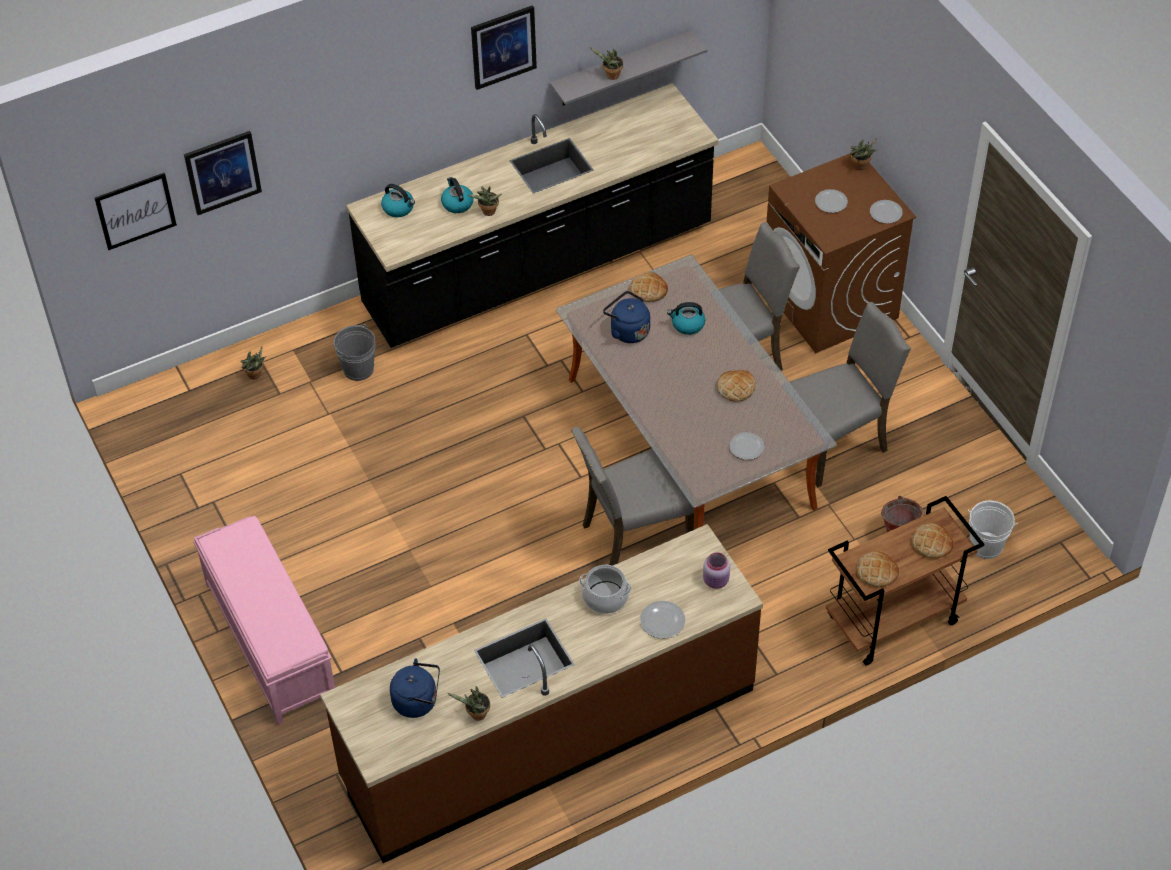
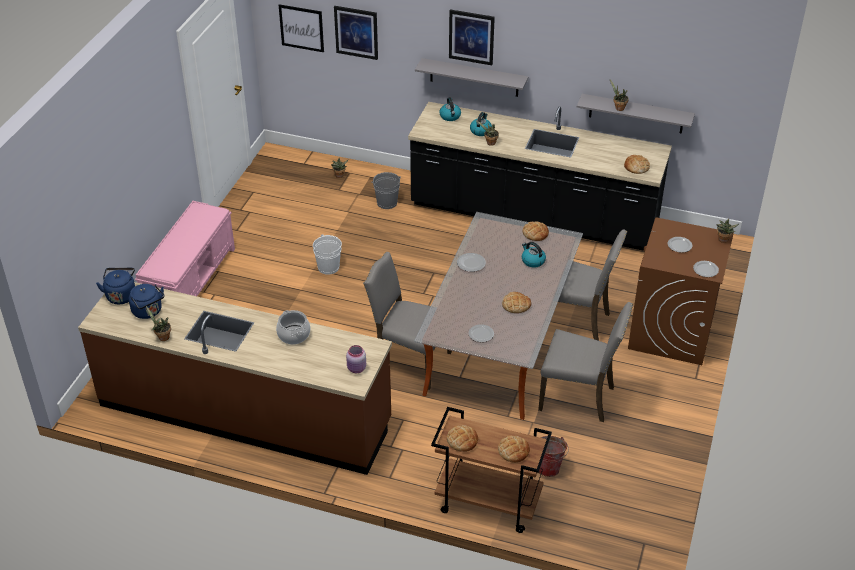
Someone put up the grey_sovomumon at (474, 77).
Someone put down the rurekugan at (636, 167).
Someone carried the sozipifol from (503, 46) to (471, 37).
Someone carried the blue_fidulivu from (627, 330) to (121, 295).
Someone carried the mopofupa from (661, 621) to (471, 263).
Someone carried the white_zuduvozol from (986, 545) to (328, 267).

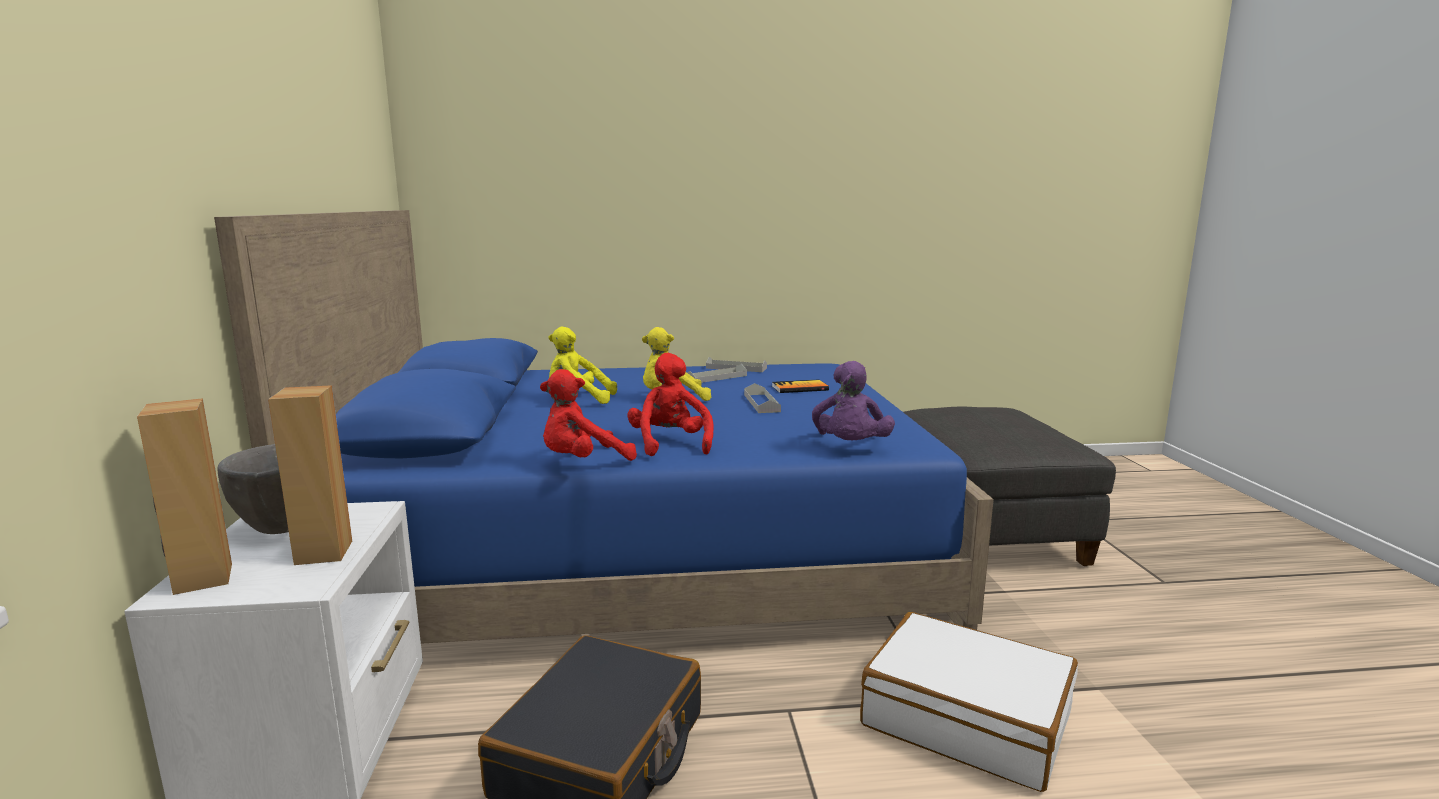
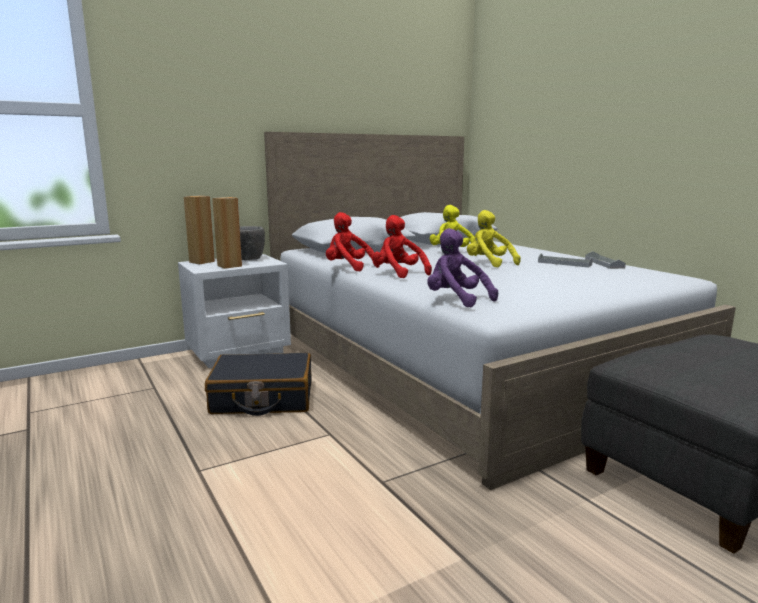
Someone took away the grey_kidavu at (761, 403).
Someone took away the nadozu at (799, 388).
Someone took away the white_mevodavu at (966, 719).
Someone repainted the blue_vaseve at (646, 547), which became the white_vaseve at (464, 362).
Someone rotated the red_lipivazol at (670, 444) by 90 degrees counterclockwise.
Someone rotated the purple_lipivazol at (850, 447) by 60 degrees clockwise.

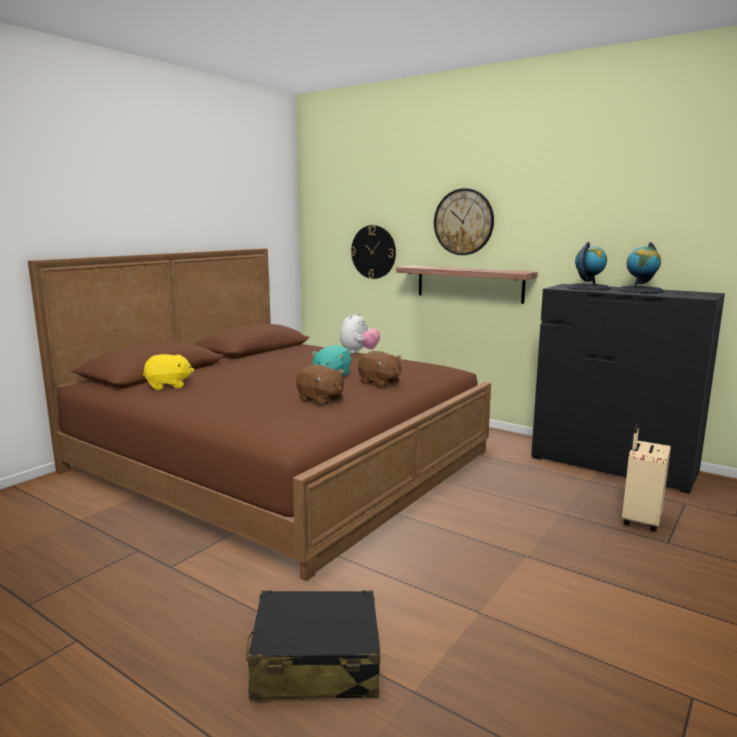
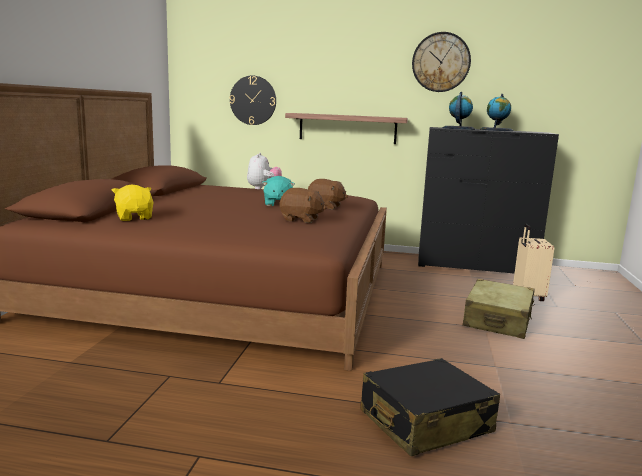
Someone put down the beige_mevodavu at (497, 320).
Someone carried the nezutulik from (463, 222) to (441, 62).
Someone rotated the yellow_lipivazol at (168, 386) by 75 degrees counterclockwise.

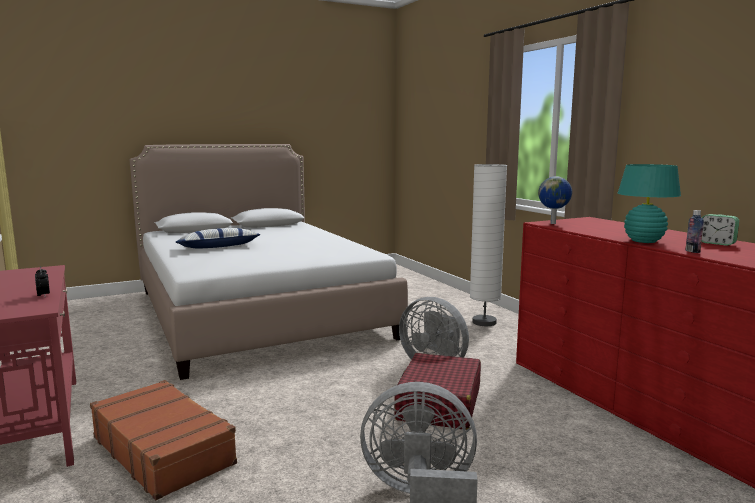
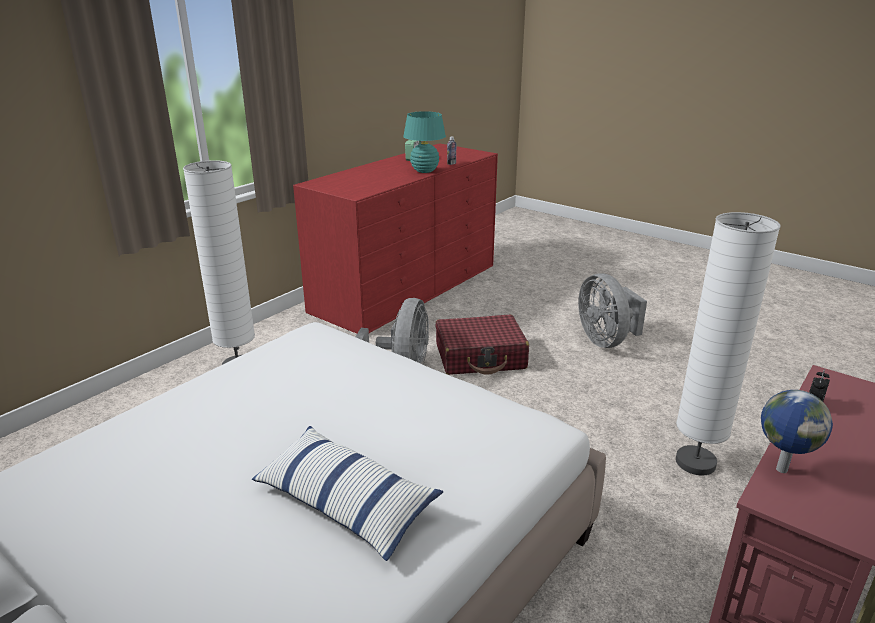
Someone carried the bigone from (553, 223) to (781, 469).
Someone swapped the brown_mevodavu at (163, 450) for the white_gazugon at (695, 463).

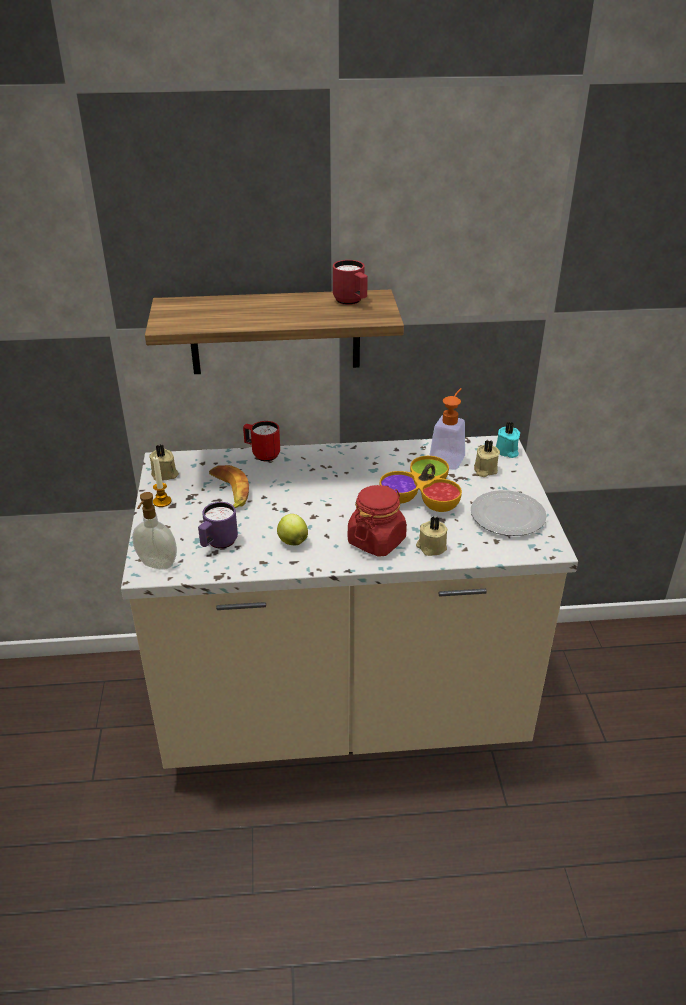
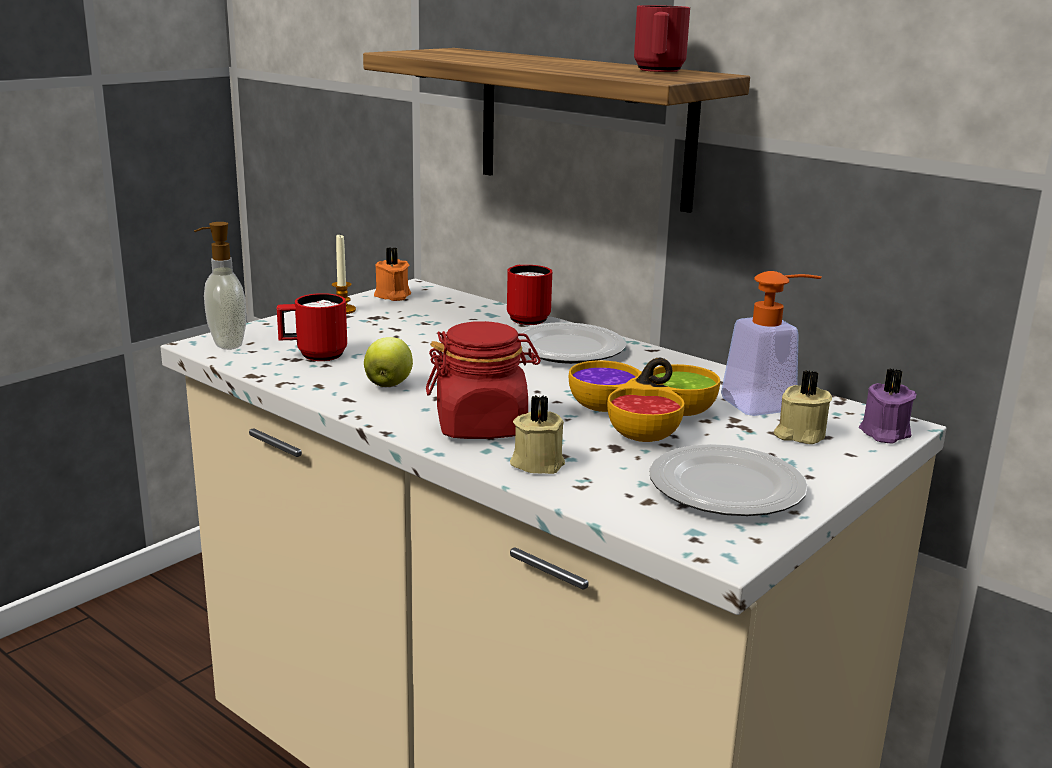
Someone took away the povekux at (227, 493).
Someone put down the mopofupa at (567, 350).
Someone repainted the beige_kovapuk at (165, 475), which became the orange_kovapuk at (392, 296).
Someone repainted the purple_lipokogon at (218, 544), which became the red_lipokogon at (313, 355).
Someone repainted the turquoise_kovapuk at (506, 451), which became the purple_kovapuk at (883, 433).

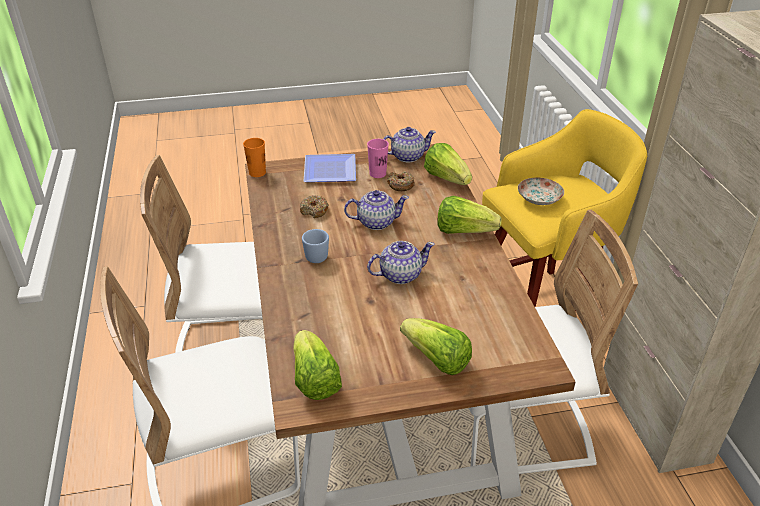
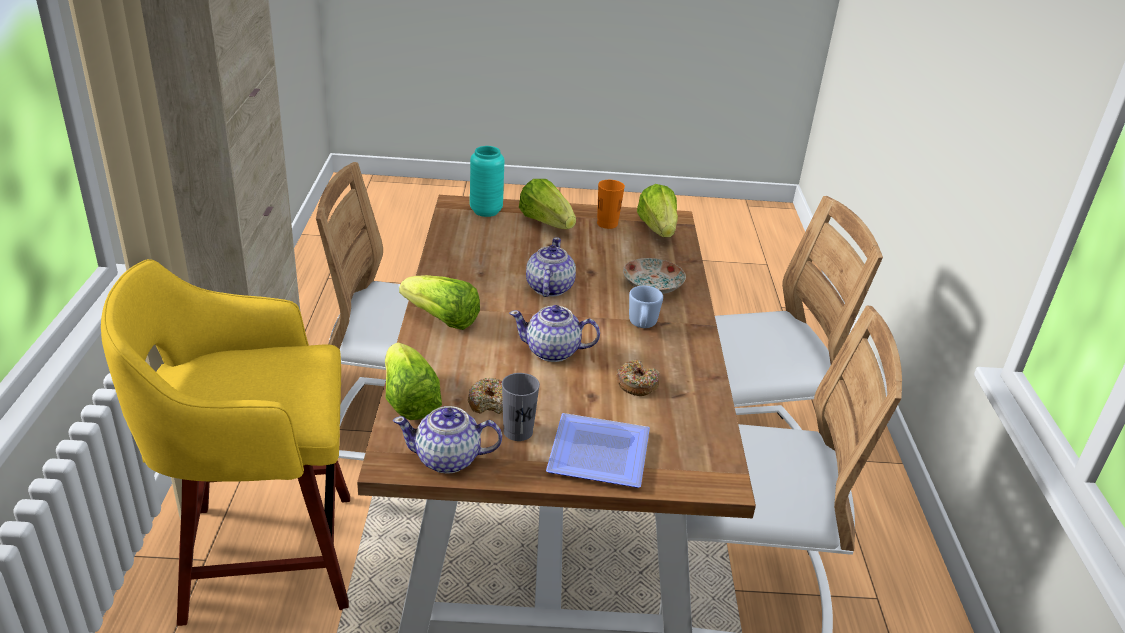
Someone put down the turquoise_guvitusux at (486, 211).
Someone carried the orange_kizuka from (257, 173) to (607, 224).
Someone carried the mopofupa from (539, 199) to (651, 287).
Someone repainted the pink_kizuka at (377, 174), which became the grey_kizuka at (518, 432).
Someone rotated the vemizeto at (400, 275) by 105 degrees clockwise.

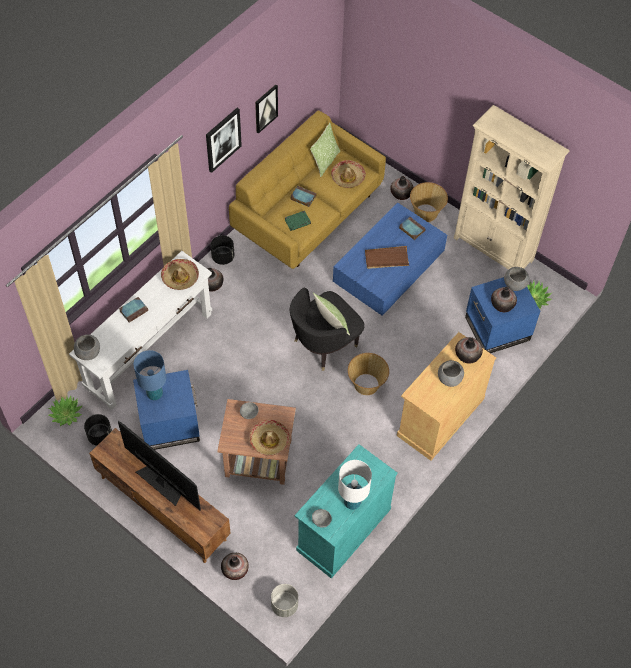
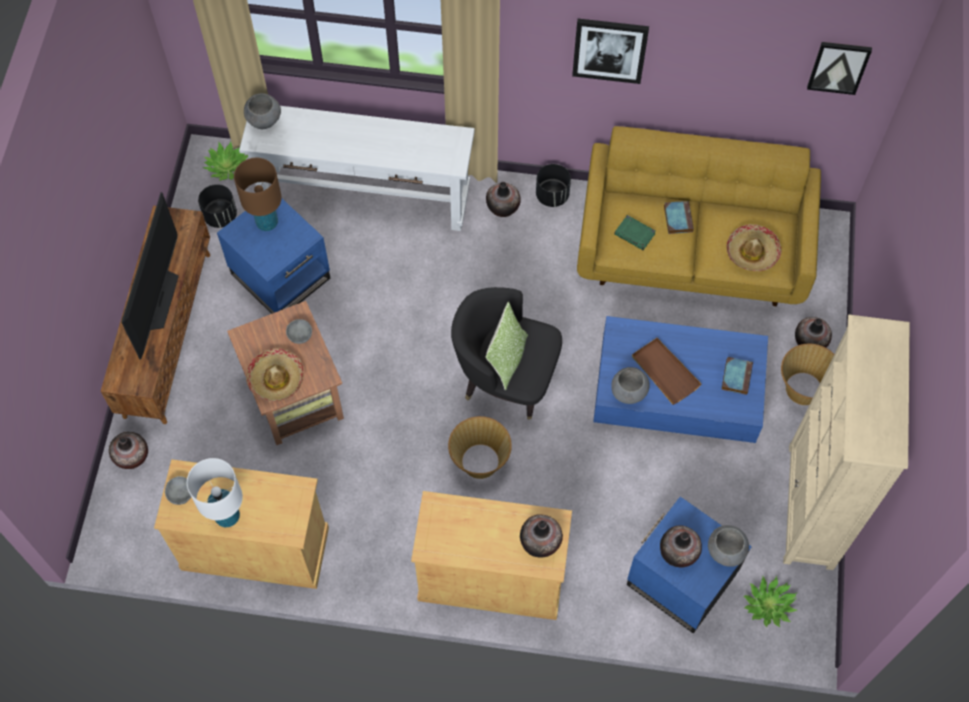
Someone took away the nadozu at (134, 310).
Someone took away the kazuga at (180, 277).
Someone took away the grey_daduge at (284, 605).
Someone took away the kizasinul at (325, 161).
Someone carried the sozipifol from (265, 108) to (838, 67).
Someone carried the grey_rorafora from (449, 379) to (628, 392).
Someone repainted the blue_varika at (155, 394), which became the brown_varika at (267, 223).
Someone repainted the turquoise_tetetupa at (343, 529), which became the beige_tetetupa at (255, 547).

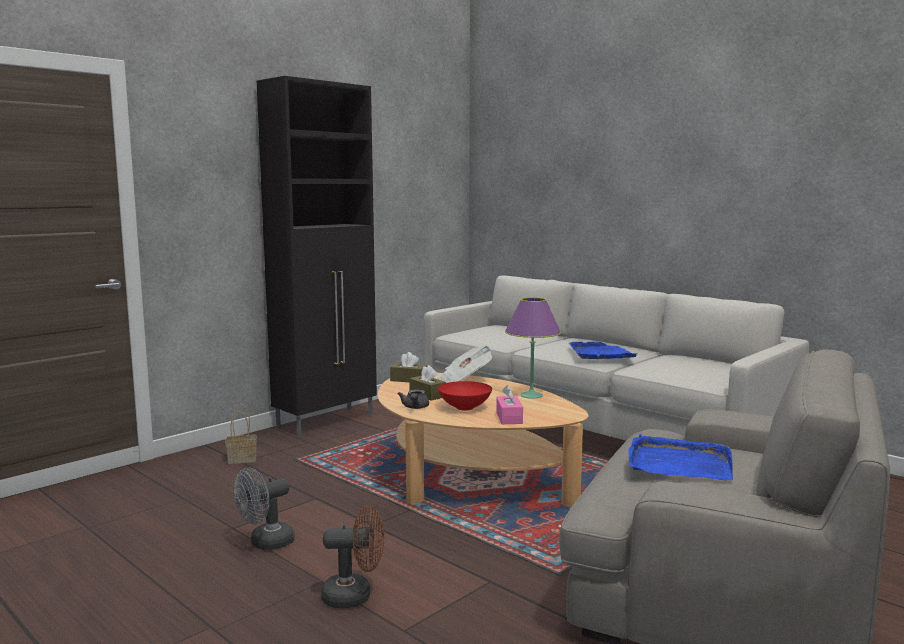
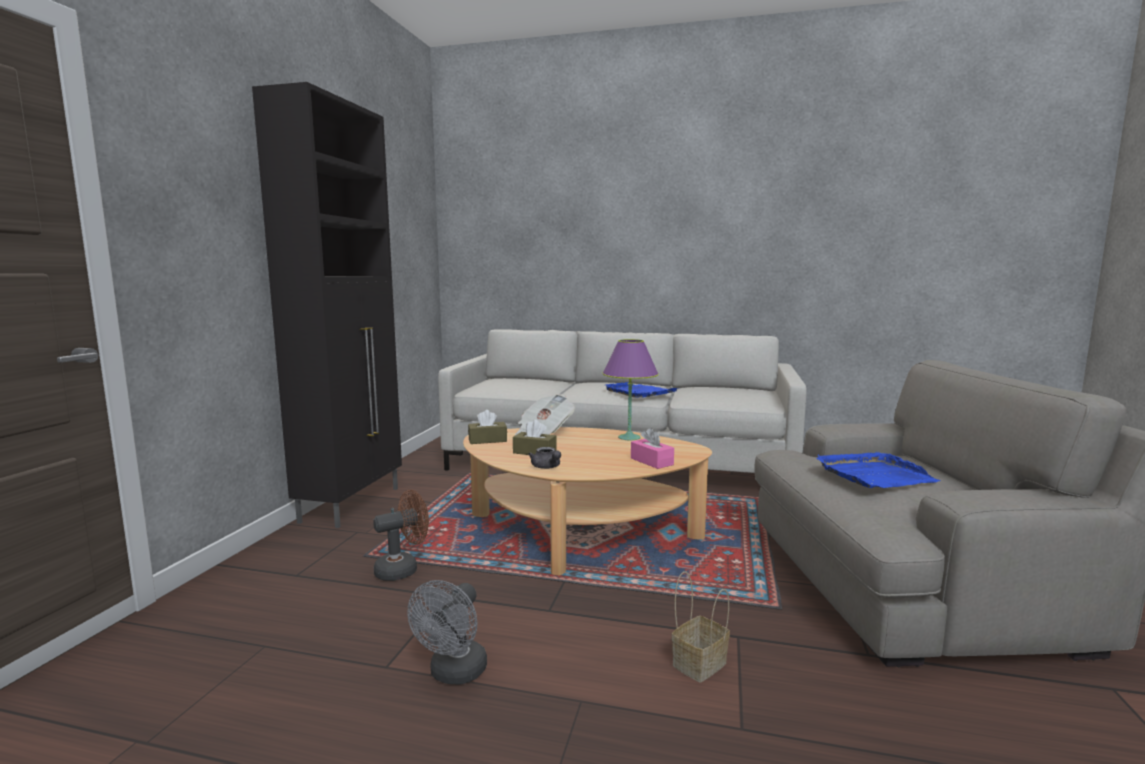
Someone took away the red_rorafora at (464, 407).
Someone carried the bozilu from (243, 459) to (699, 663).
Someone carried the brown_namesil from (355, 596) to (403, 569).

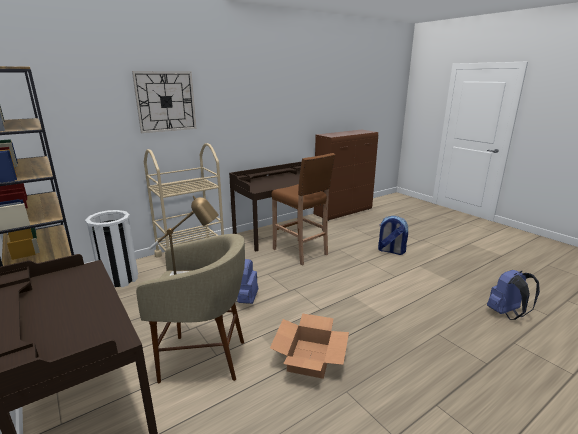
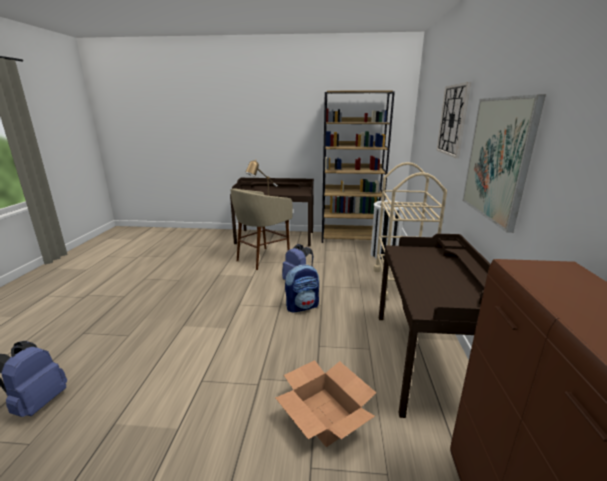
Someone took away the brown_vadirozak at (301, 252).
Someone put up the sozipifol at (497, 159).
Someone carried the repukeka from (310, 358) to (325, 415).
Someone carried the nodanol from (390, 251) to (302, 306).

